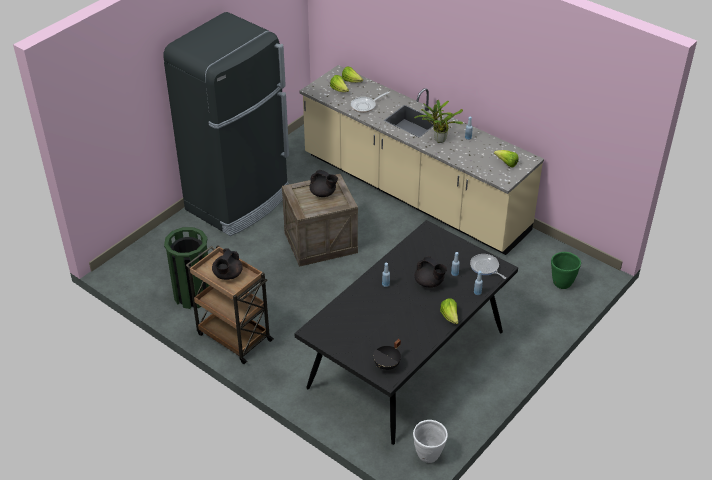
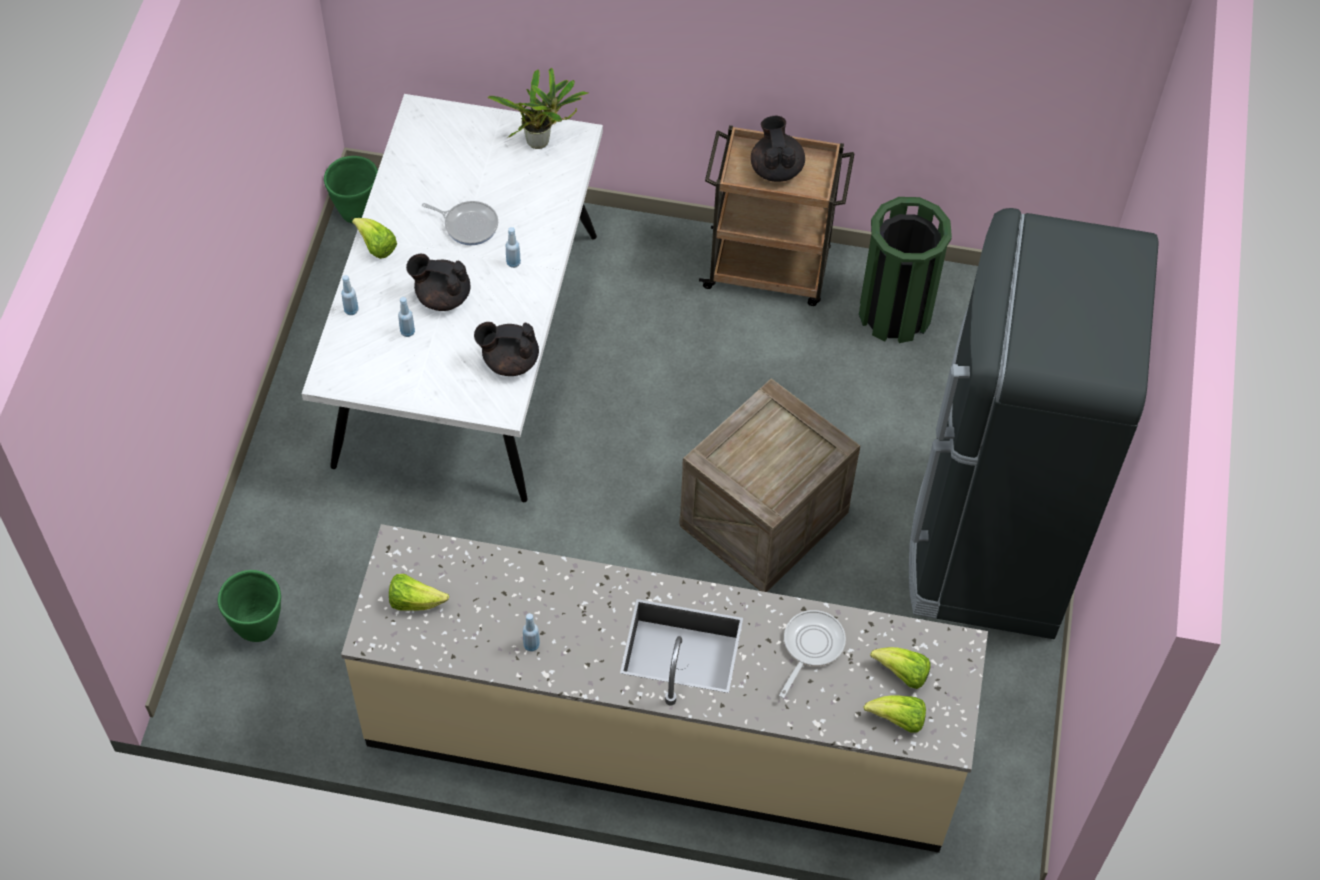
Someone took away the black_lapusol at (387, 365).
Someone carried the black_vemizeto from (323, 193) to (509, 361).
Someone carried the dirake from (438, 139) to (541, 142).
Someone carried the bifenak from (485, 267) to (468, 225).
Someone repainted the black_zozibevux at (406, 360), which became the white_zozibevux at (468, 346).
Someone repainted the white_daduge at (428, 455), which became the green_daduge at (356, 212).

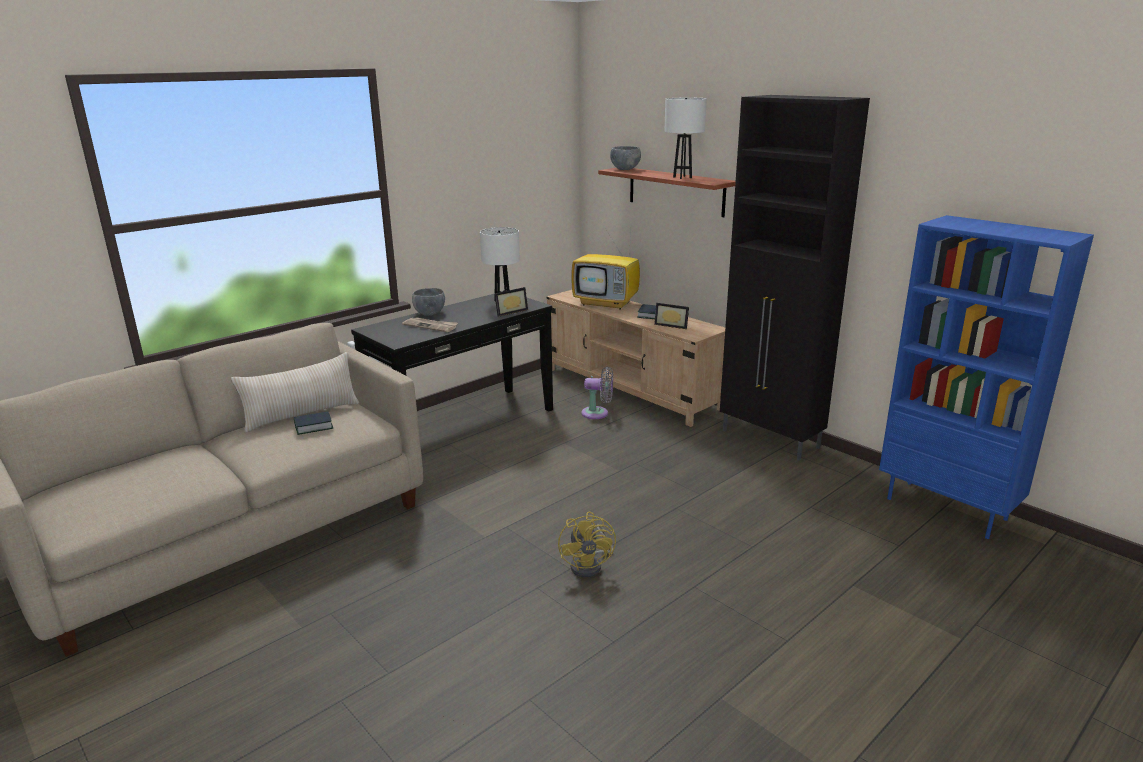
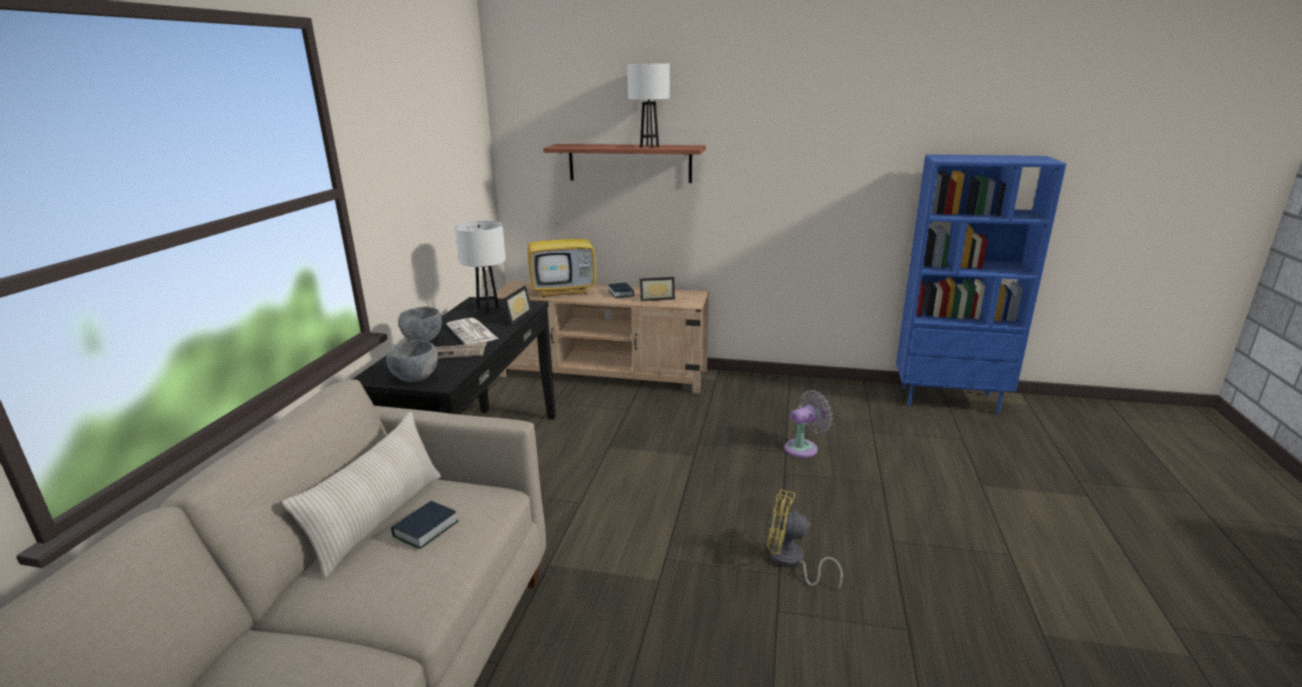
Someone took away the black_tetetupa at (771, 440).
Someone put down the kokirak at (473, 332).
Someone carried the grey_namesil from (598, 413) to (804, 448).
Someone carried the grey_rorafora from (625, 169) to (415, 378).
Someone rotated the yellow_namesil at (590, 565) by 150 degrees clockwise.

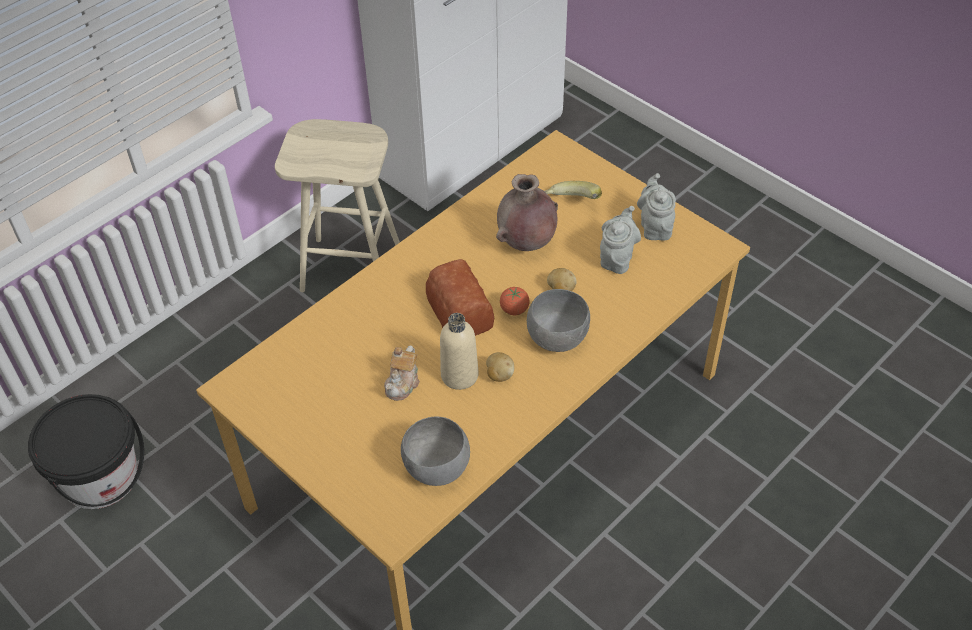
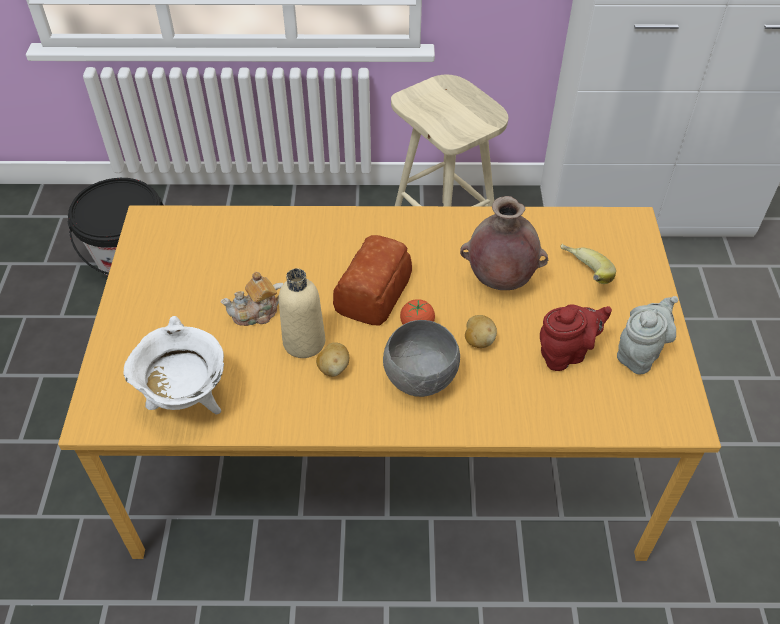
Someone swapped the grey_rorafora at (436, 469) for the white_lapusol at (187, 400).
Someone repainted the grey_vemizeto at (617, 258), which became the red_vemizeto at (566, 353).

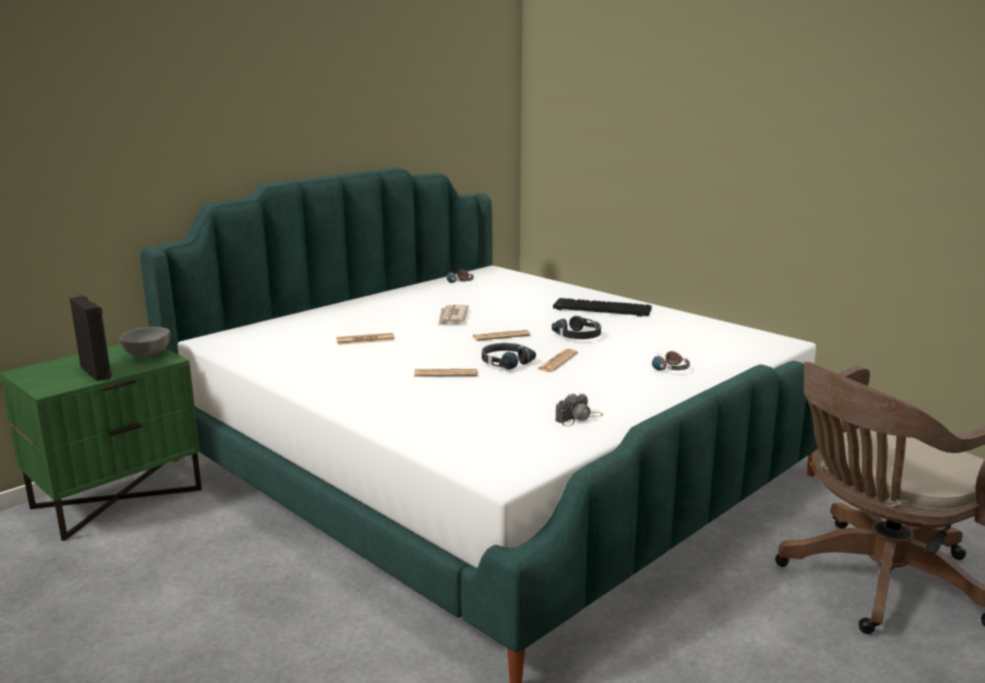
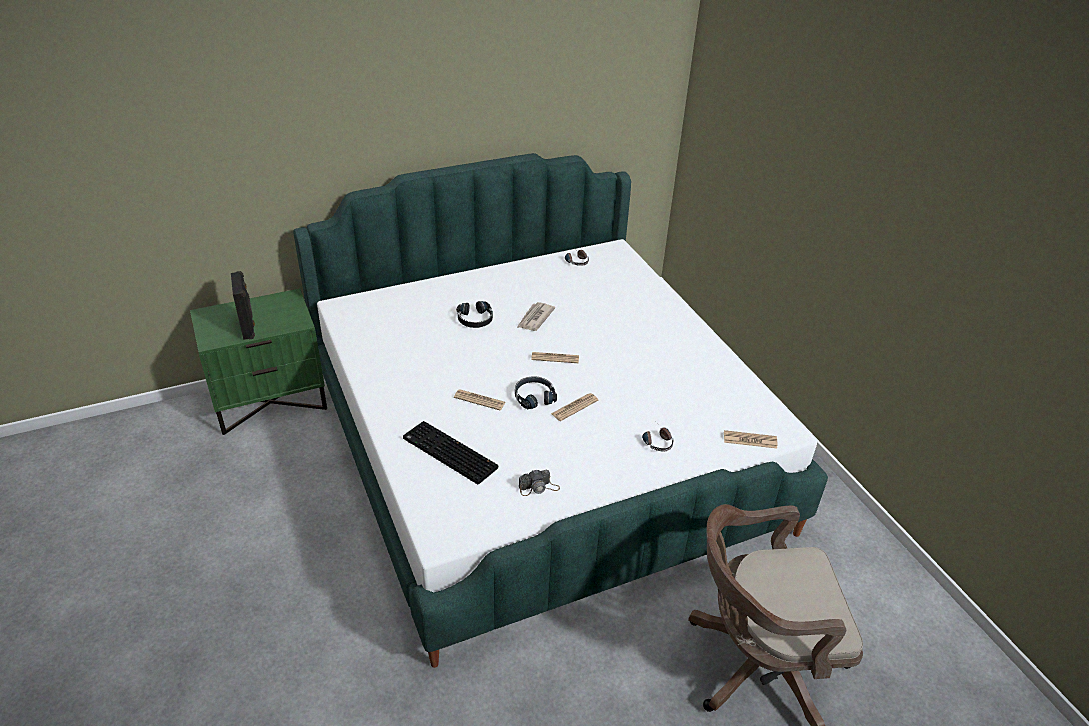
Someone took away the grey_rorafora at (148, 355).
Someone carried the kokirak from (365, 340) to (750, 440).
Someone carried the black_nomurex from (578, 336) to (475, 319).
Someone carried the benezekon from (600, 309) to (447, 453).

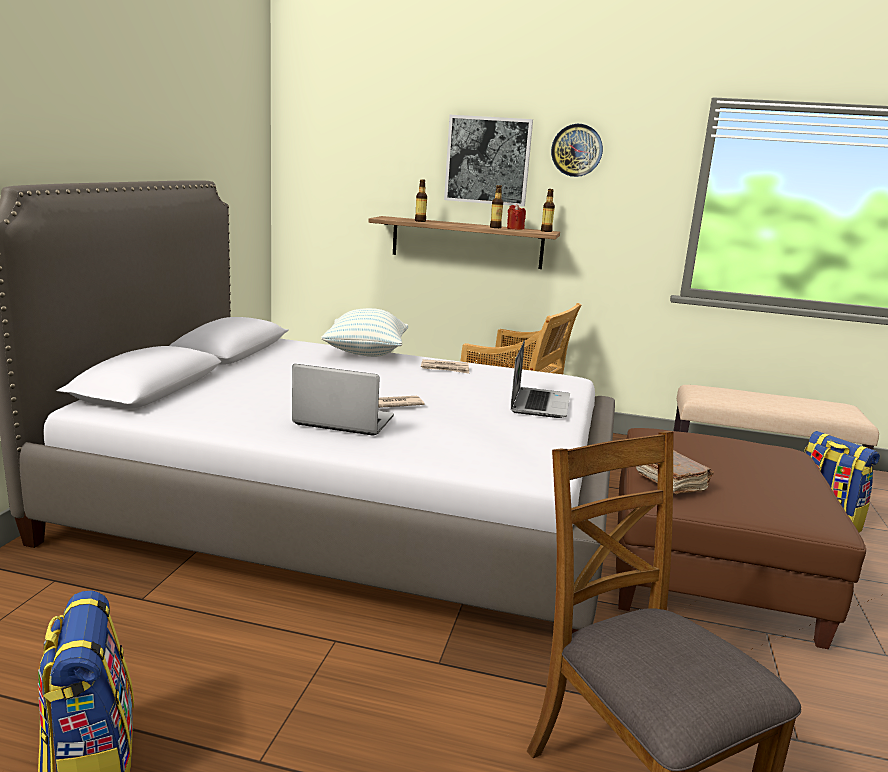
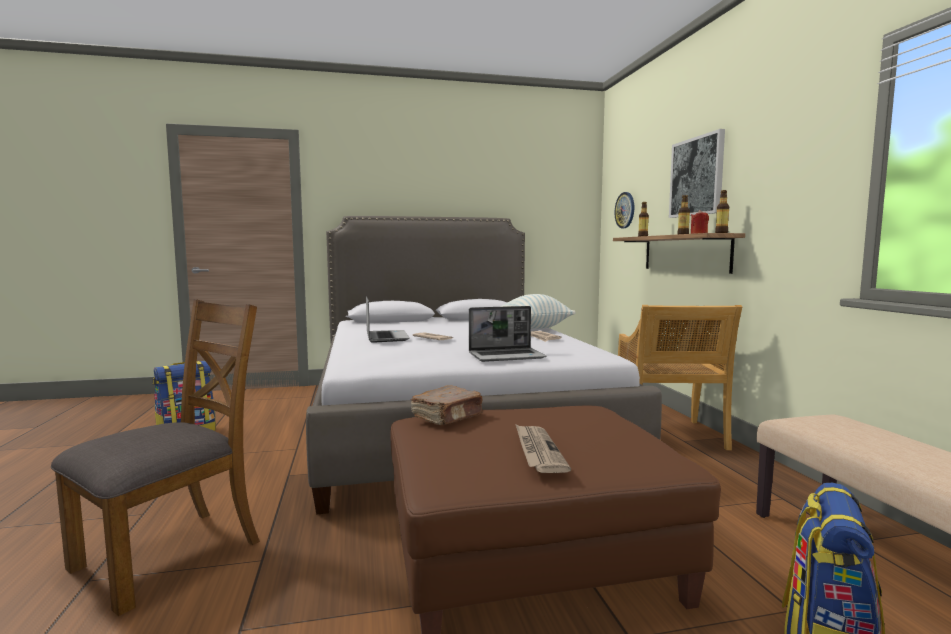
Someone put down the kokirak at (538, 451).
Someone carried the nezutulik from (576, 150) to (625, 210).

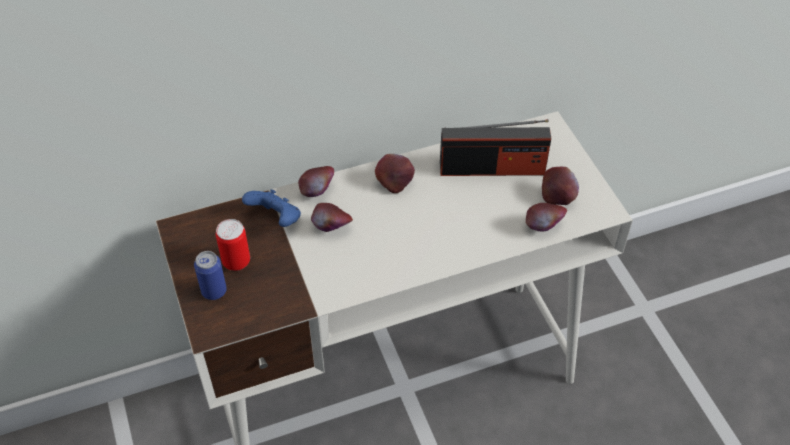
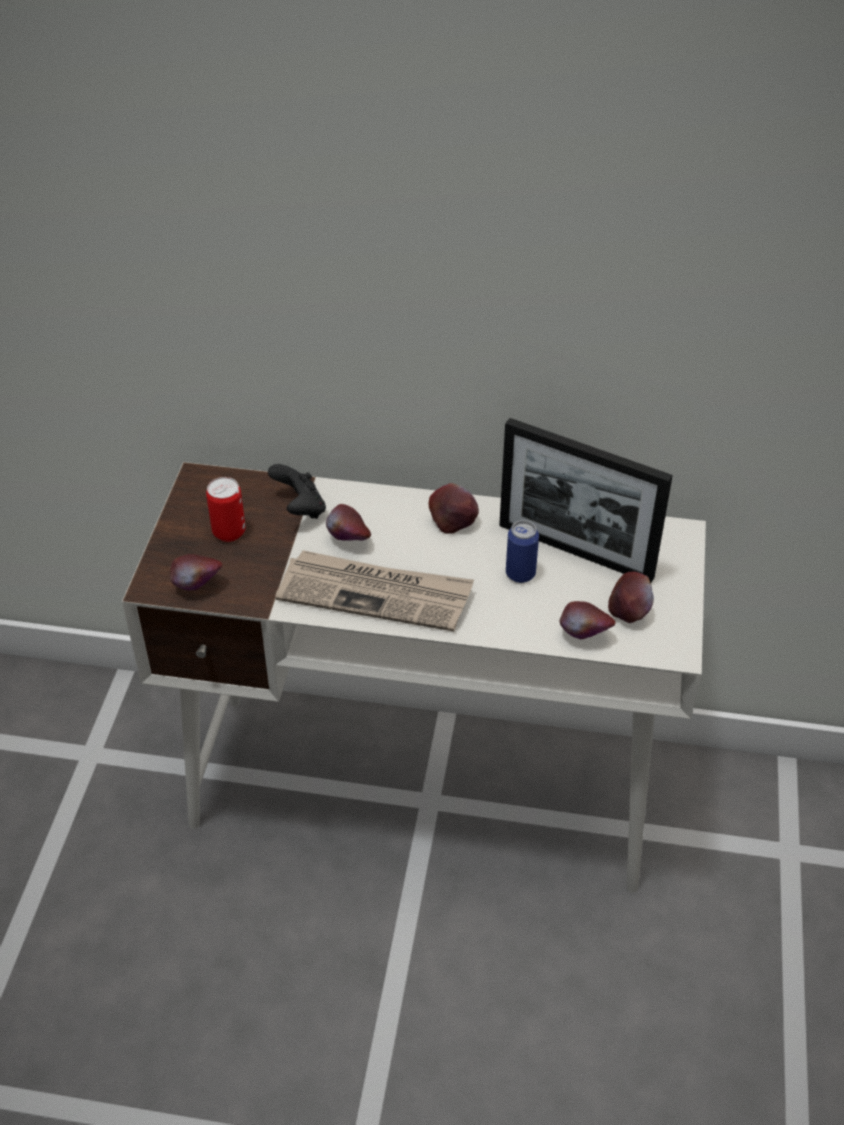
Someone put down the kokirak at (376, 594).
Someone carried the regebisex from (214, 291) to (520, 574).
Someone carried the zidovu from (317, 192) to (198, 587).
Someone swapped the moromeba at (492, 168) for the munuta at (575, 551).
Someone repainted the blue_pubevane at (276, 219), which became the black_pubevane at (300, 508).

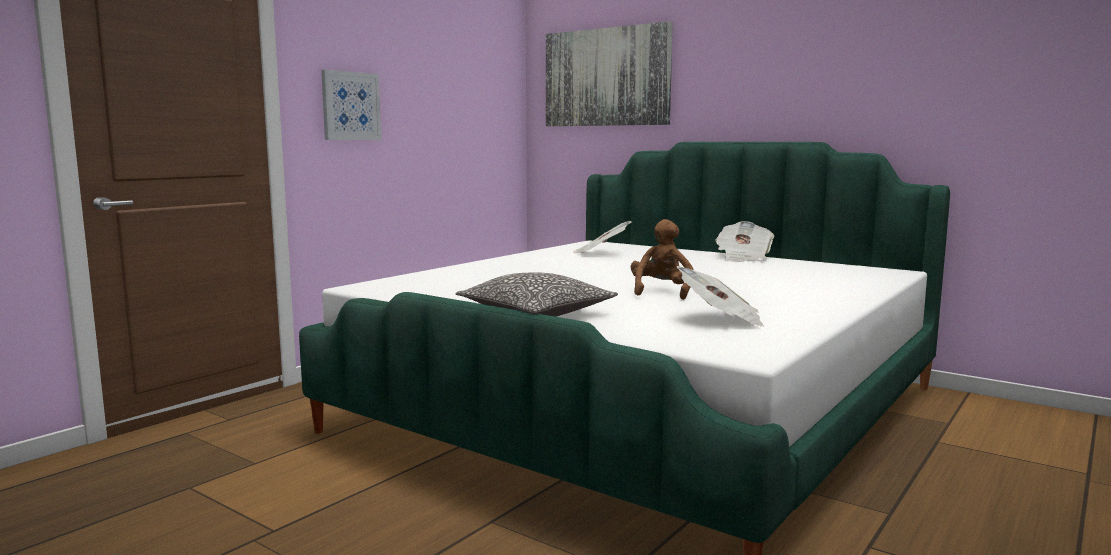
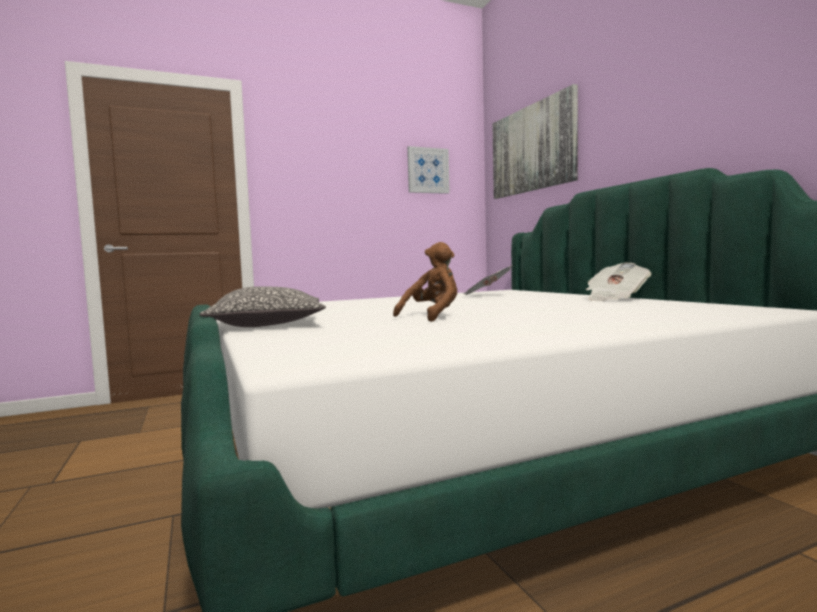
Someone took away the kokirak at (721, 320).
Someone carried the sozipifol from (350, 106) to (428, 170).

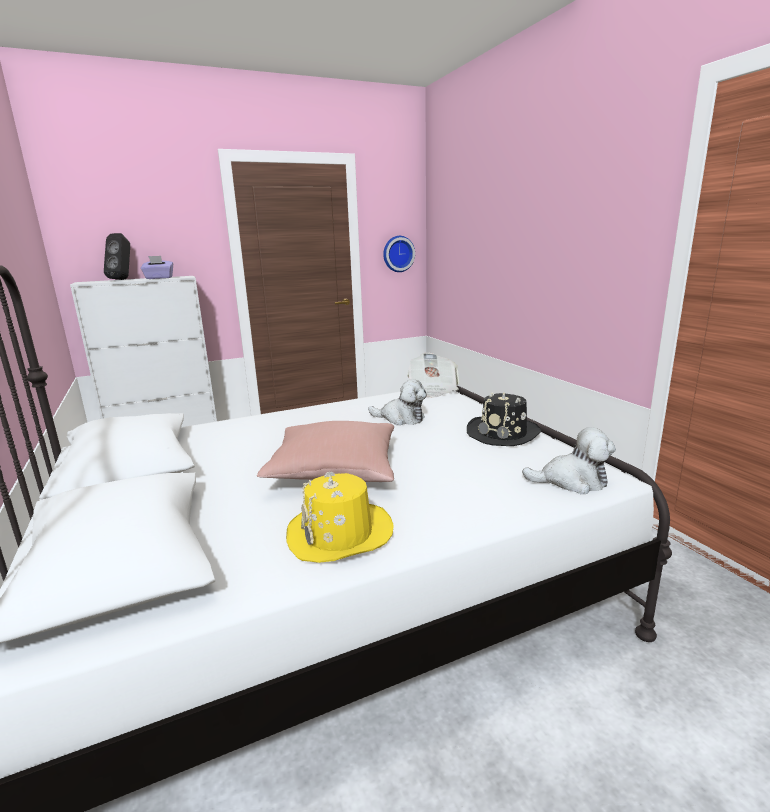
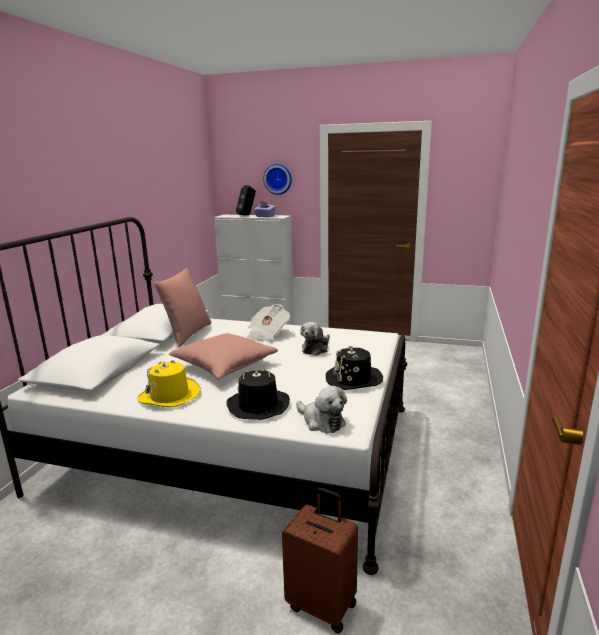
Someone put down the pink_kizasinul at (187, 334).
Someone put down the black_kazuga at (258, 406).
Someone put down the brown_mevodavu at (322, 604).
Someone carried the nezutulik from (398, 254) to (278, 179).
Someone carried the kokirak from (433, 389) to (267, 334).
Someone rotated the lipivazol at (401, 418) by 60 degrees clockwise.

